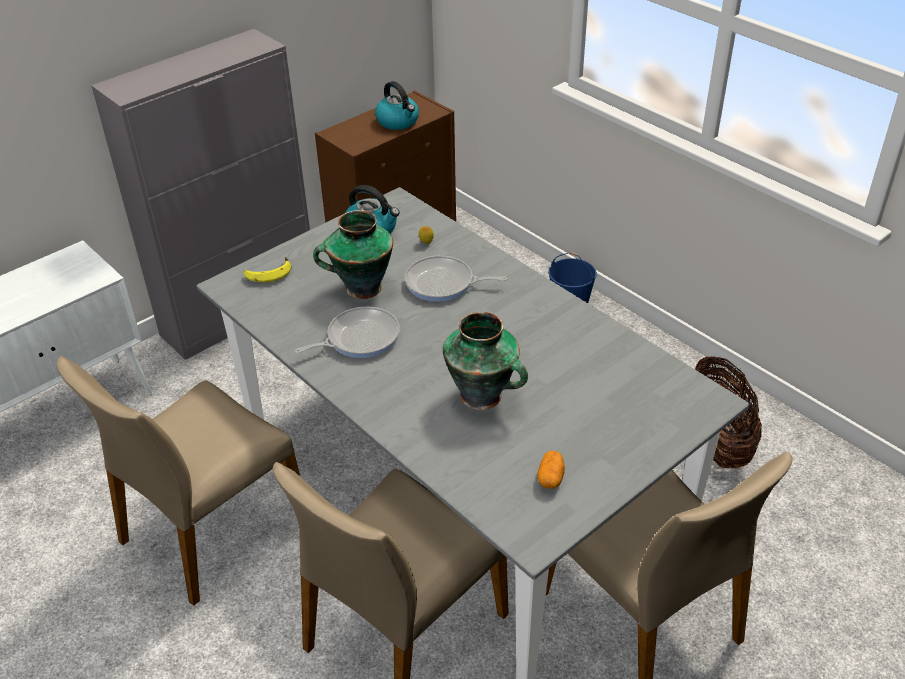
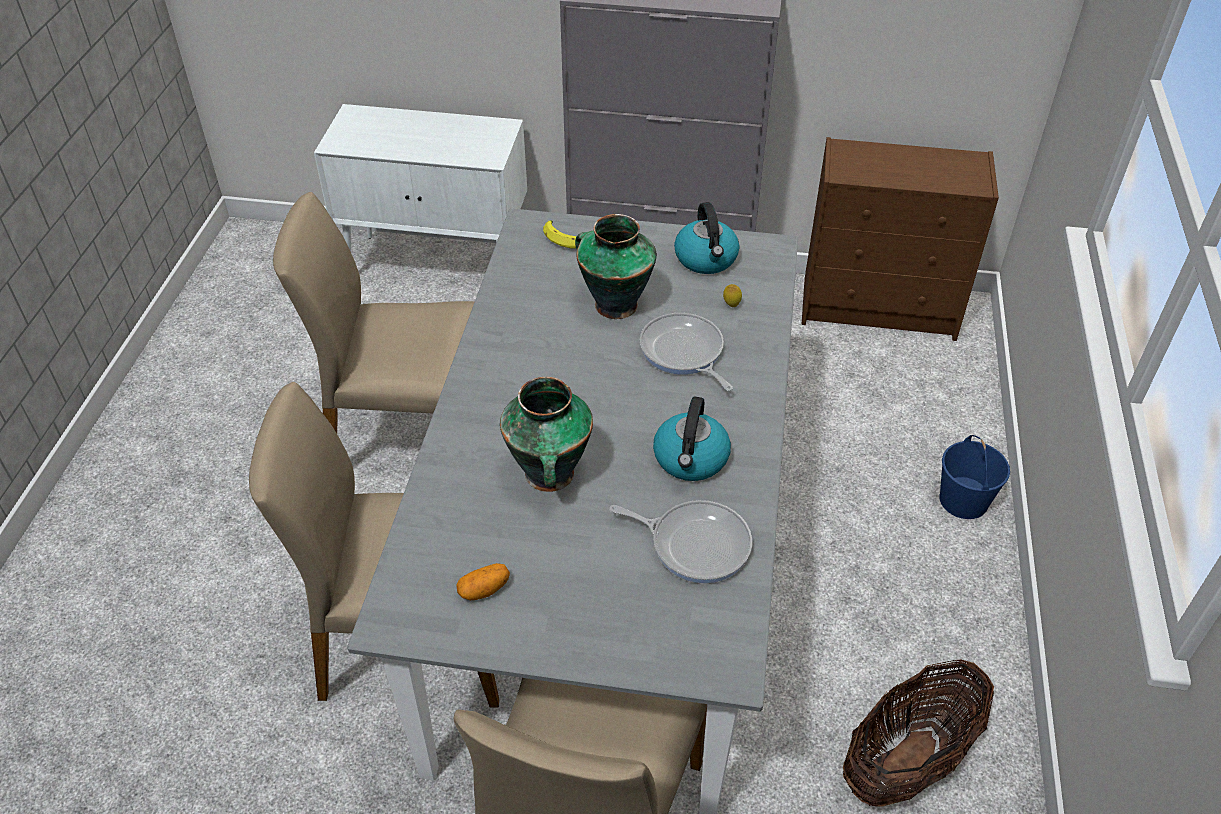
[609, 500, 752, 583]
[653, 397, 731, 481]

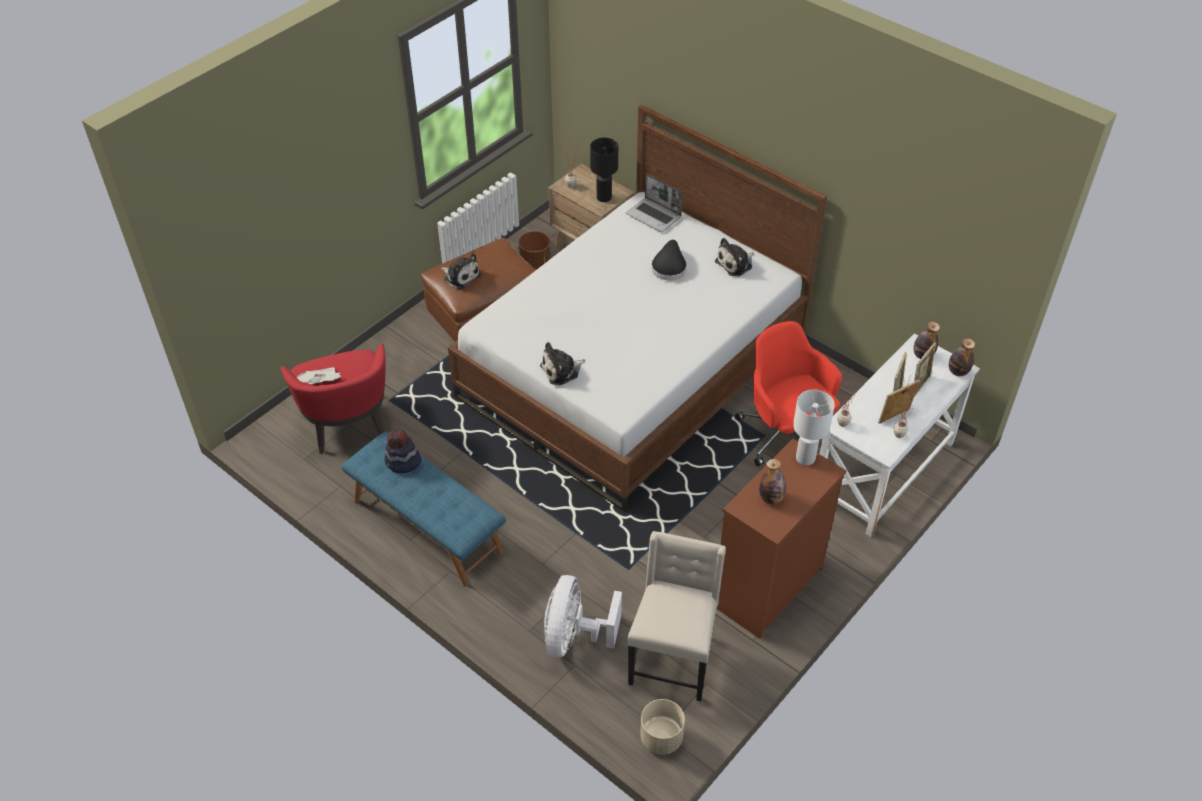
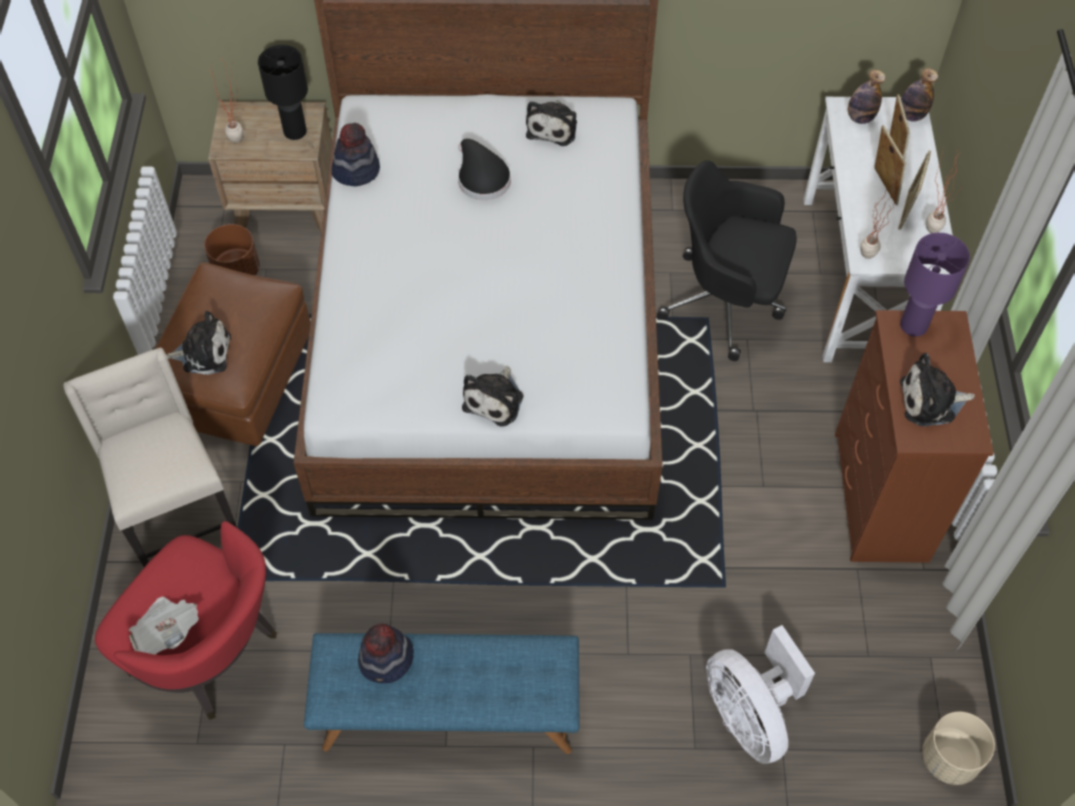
[626, 173, 683, 232] (first image)
[332, 123, 380, 186]
[64, 348, 237, 567]
[900, 353, 975, 426]
[657, 160, 797, 361]
[900, 233, 970, 337]

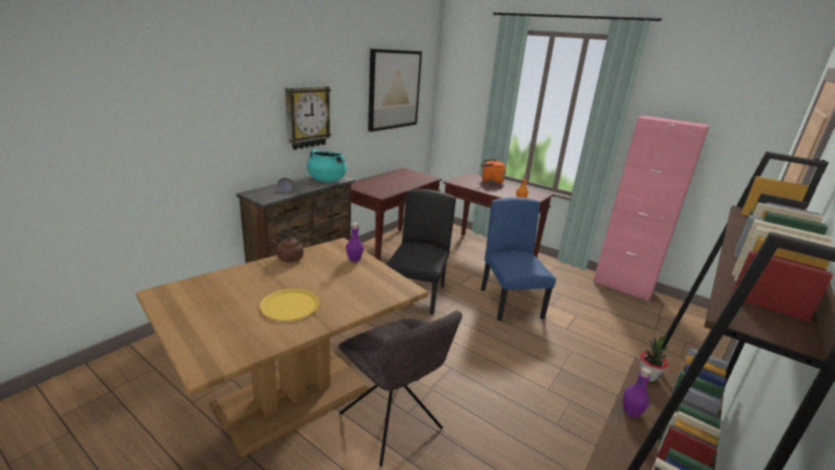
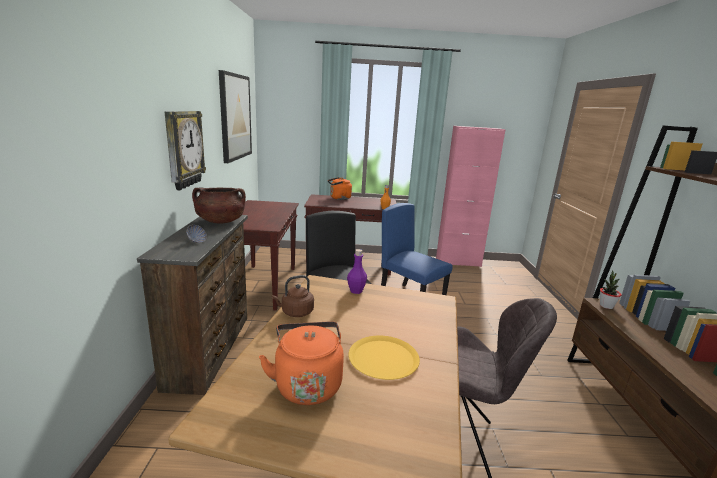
[623, 367, 651, 417] (first image)
[259, 321, 344, 405]
[192, 188, 246, 223]

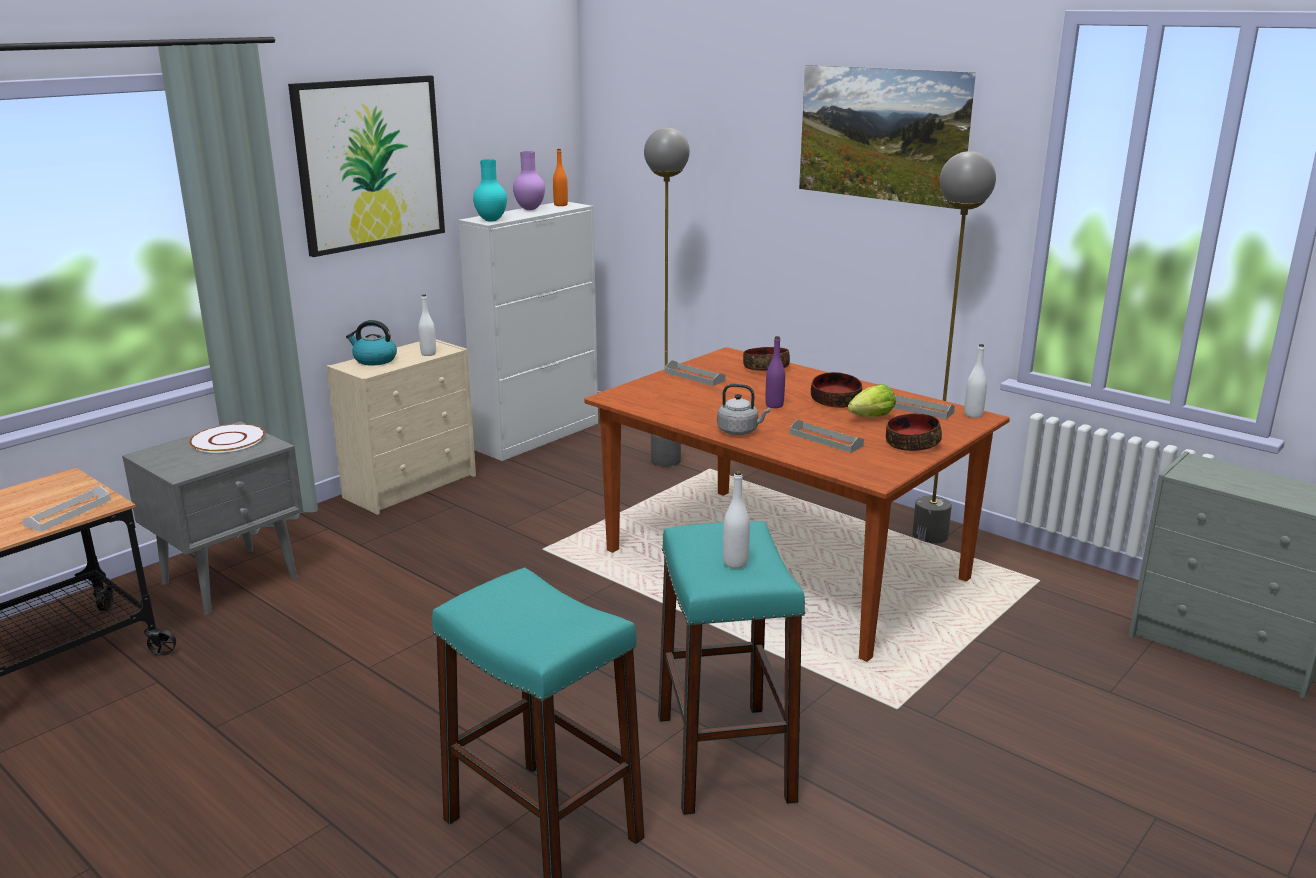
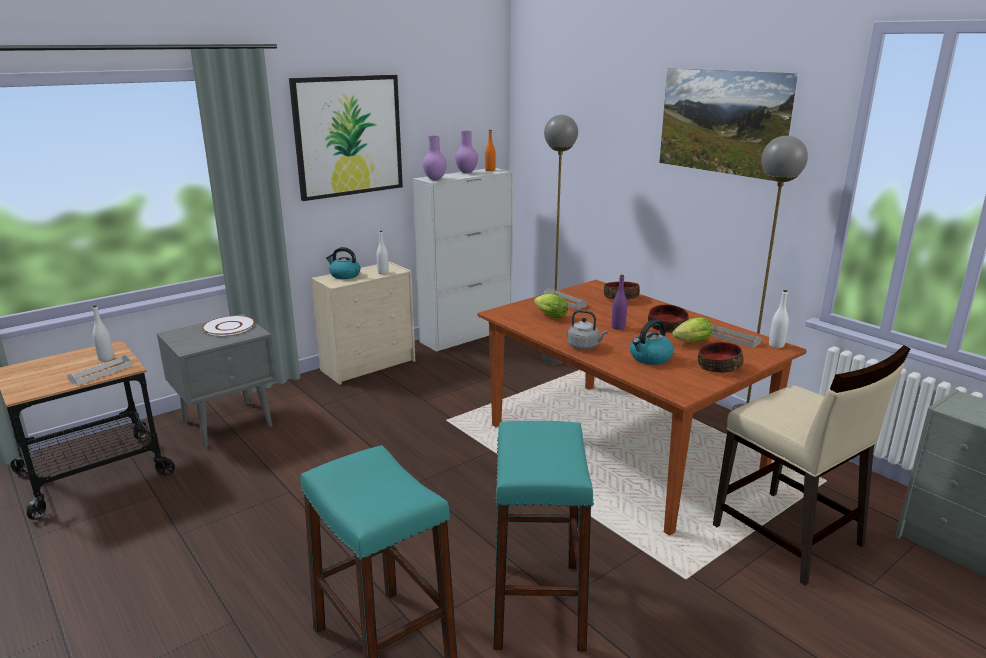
[534, 294, 568, 319]
[713, 345, 910, 586]
[92, 305, 114, 361]
[630, 319, 673, 365]
[423, 136, 447, 180]

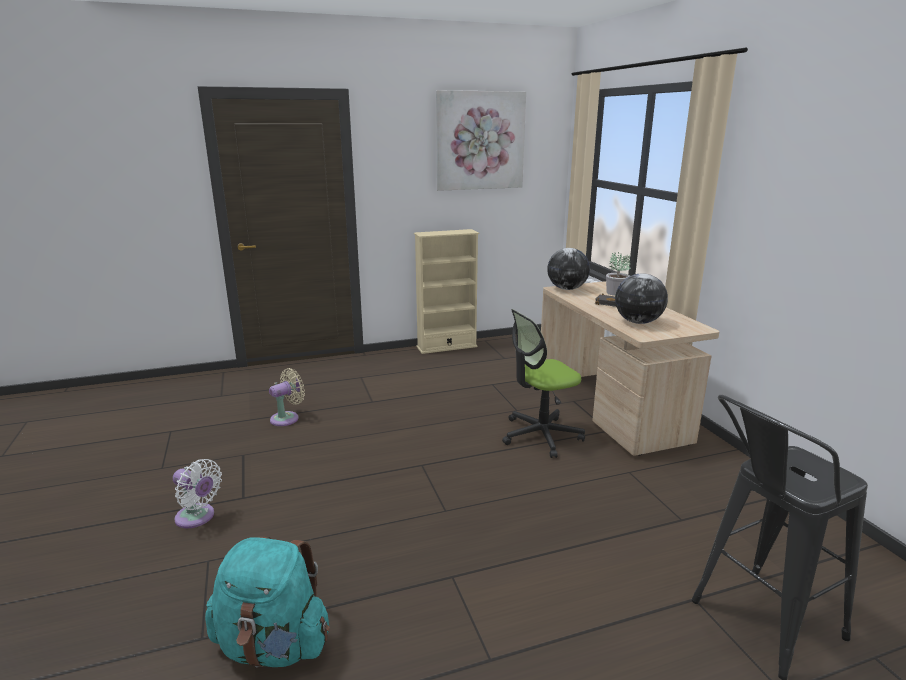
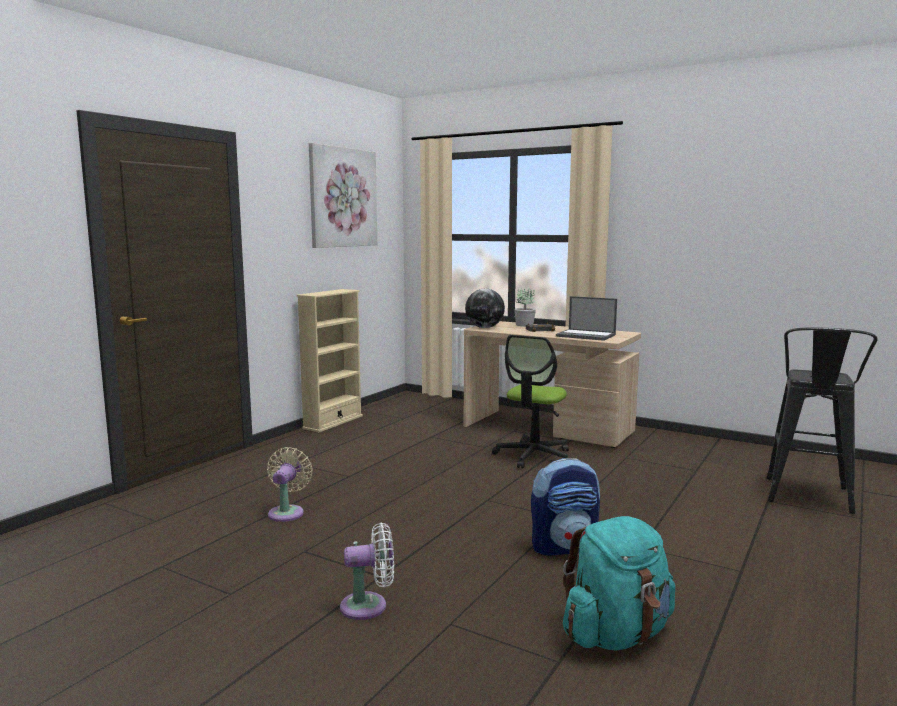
[531, 458, 600, 556]
[556, 296, 617, 341]

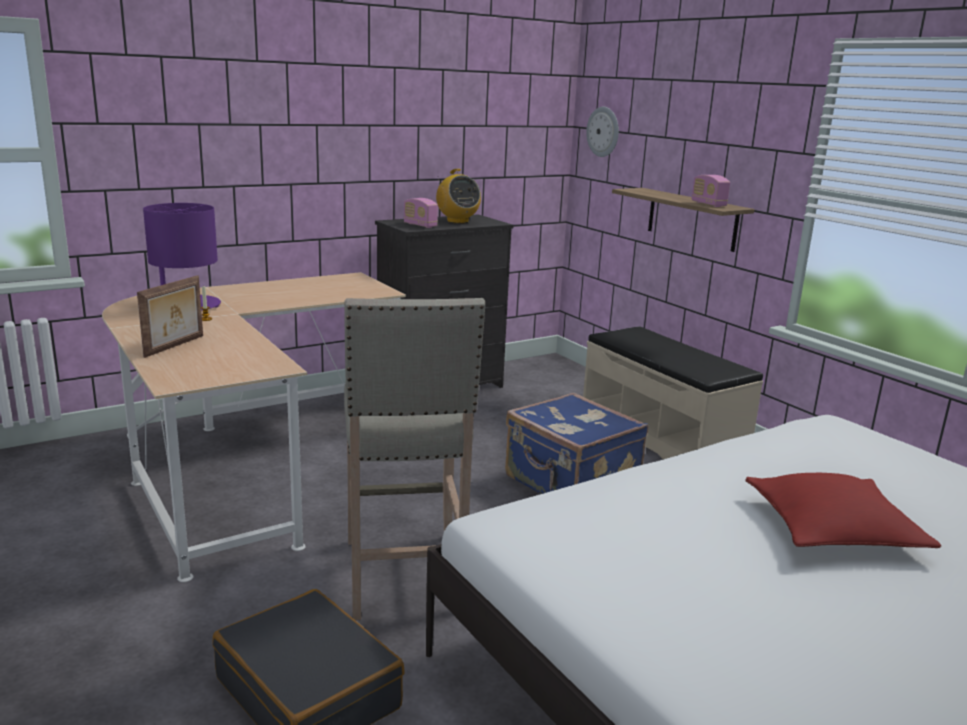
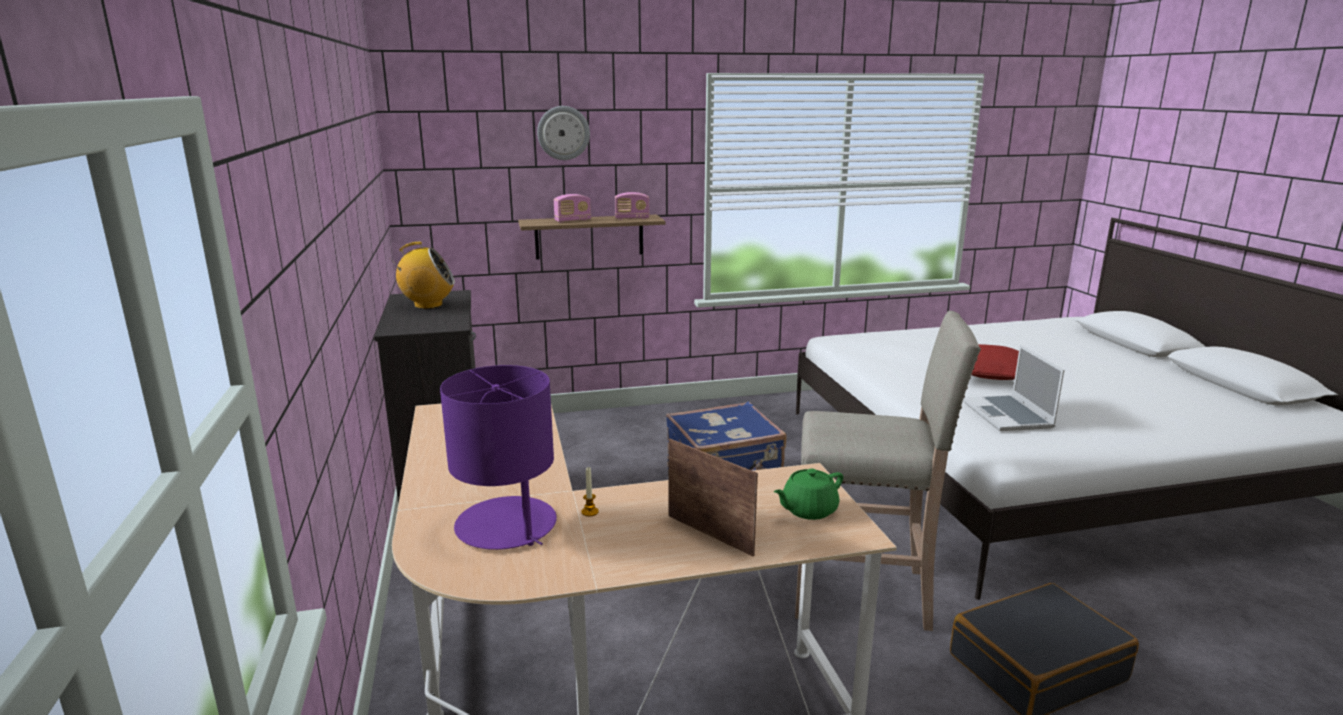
[583, 326, 763, 459] (first image)
[774, 469, 843, 520]
[963, 345, 1065, 431]
[554, 194, 591, 223]
[537, 106, 590, 160]

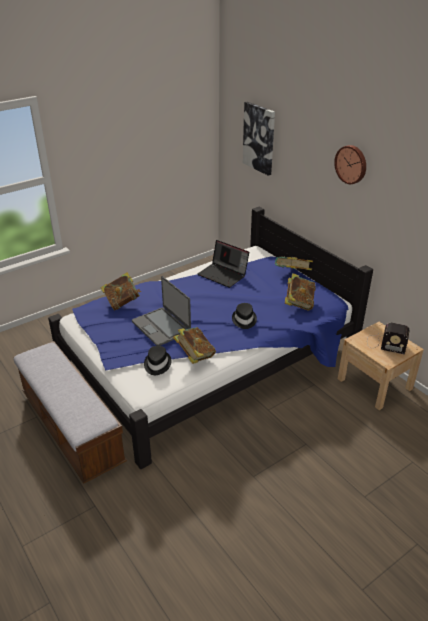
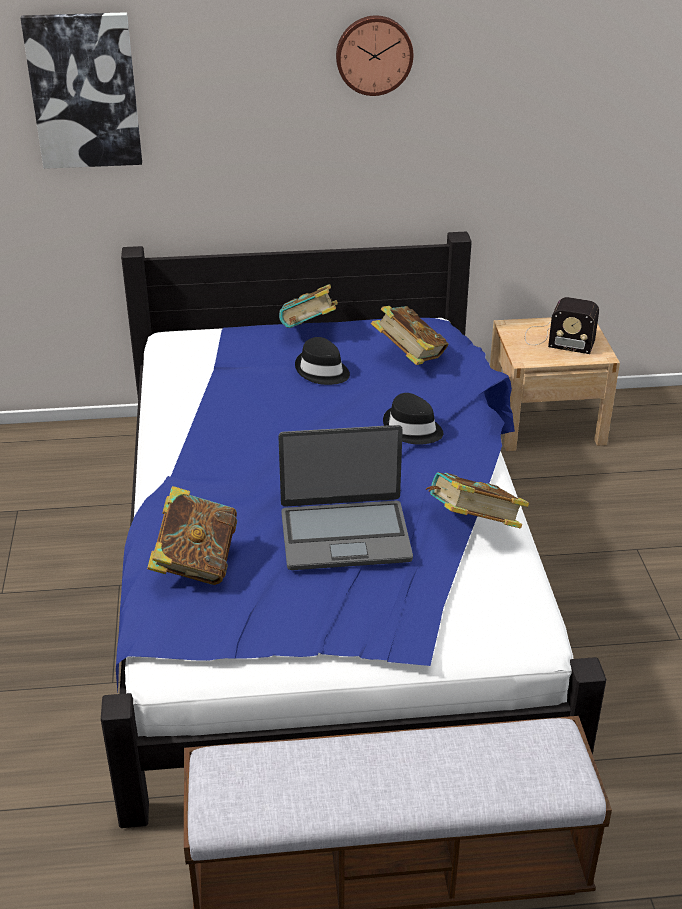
[198, 240, 249, 288] (first image)
[295, 337, 350, 385]
[525, 297, 599, 354]

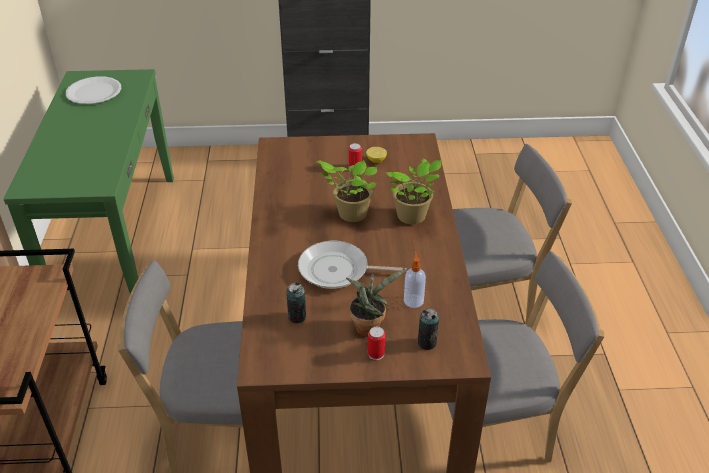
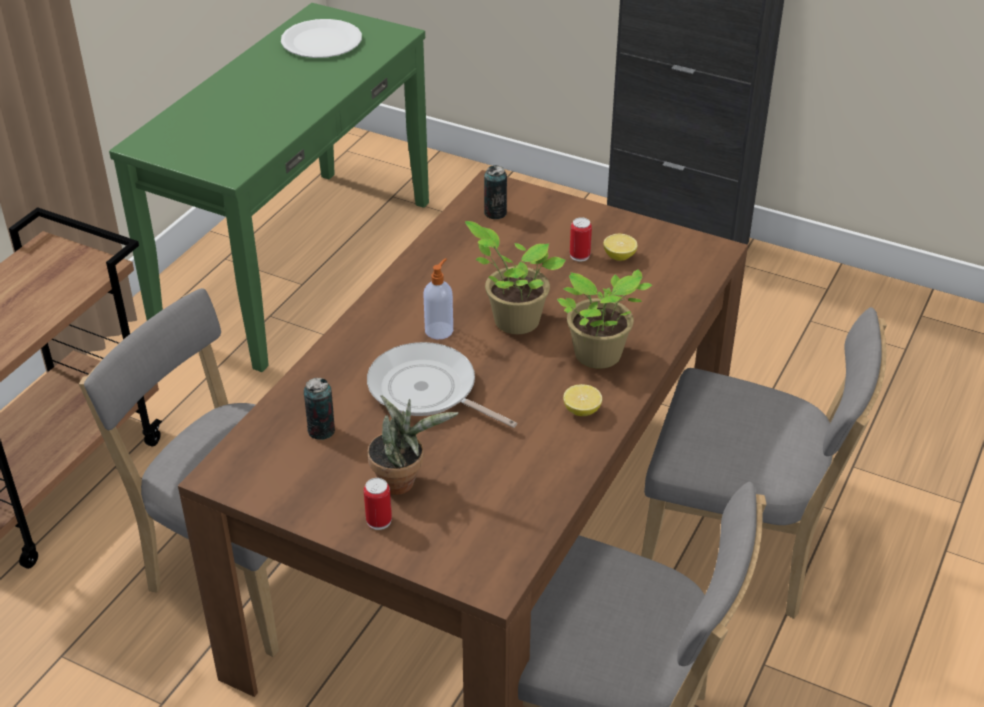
[563, 384, 602, 416]
[423, 258, 453, 340]
[484, 165, 507, 219]

